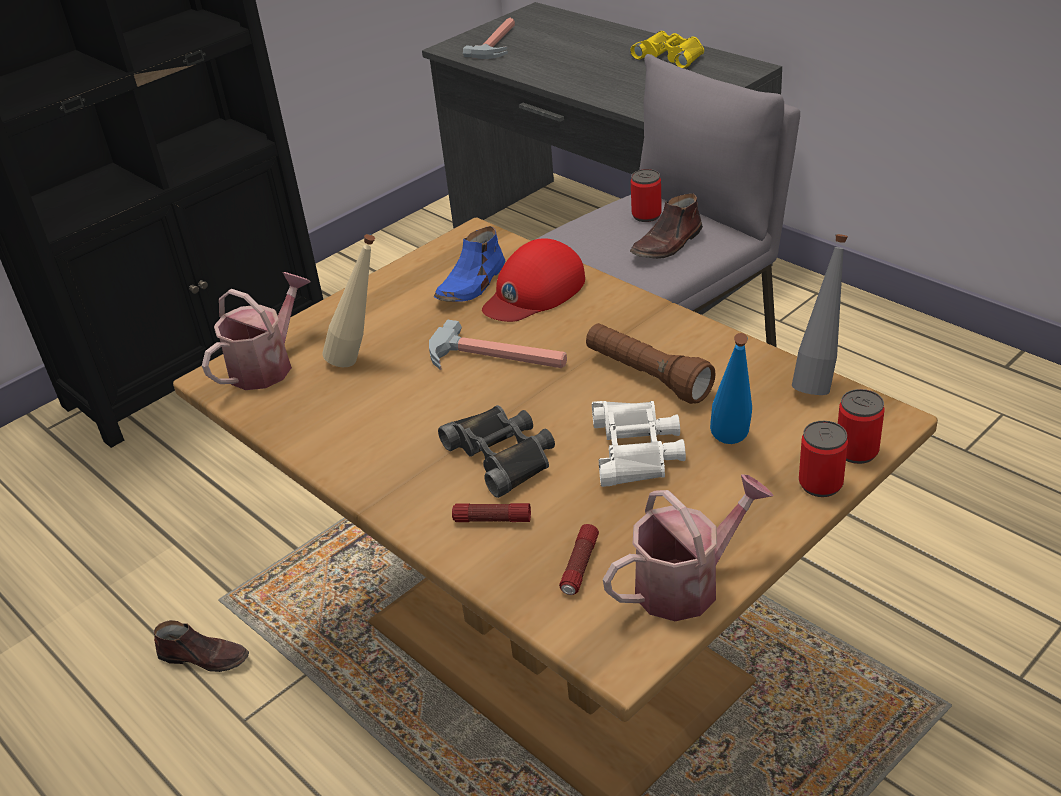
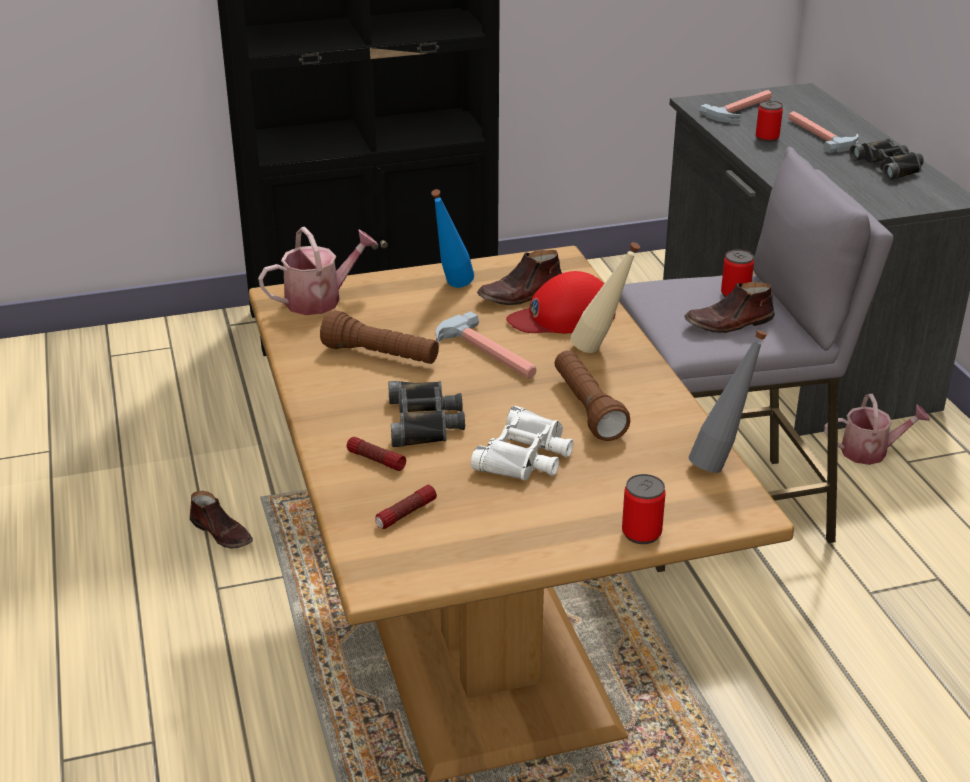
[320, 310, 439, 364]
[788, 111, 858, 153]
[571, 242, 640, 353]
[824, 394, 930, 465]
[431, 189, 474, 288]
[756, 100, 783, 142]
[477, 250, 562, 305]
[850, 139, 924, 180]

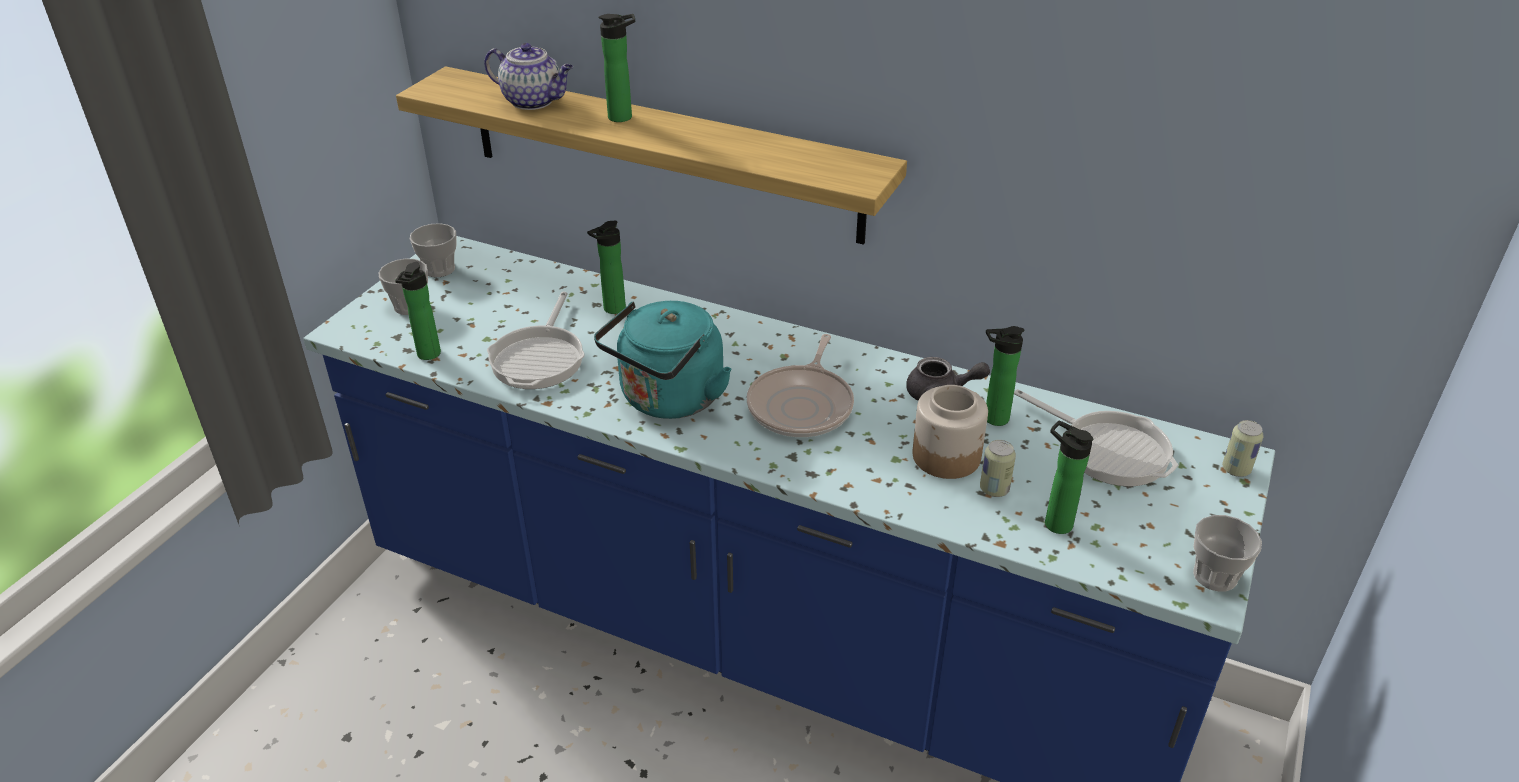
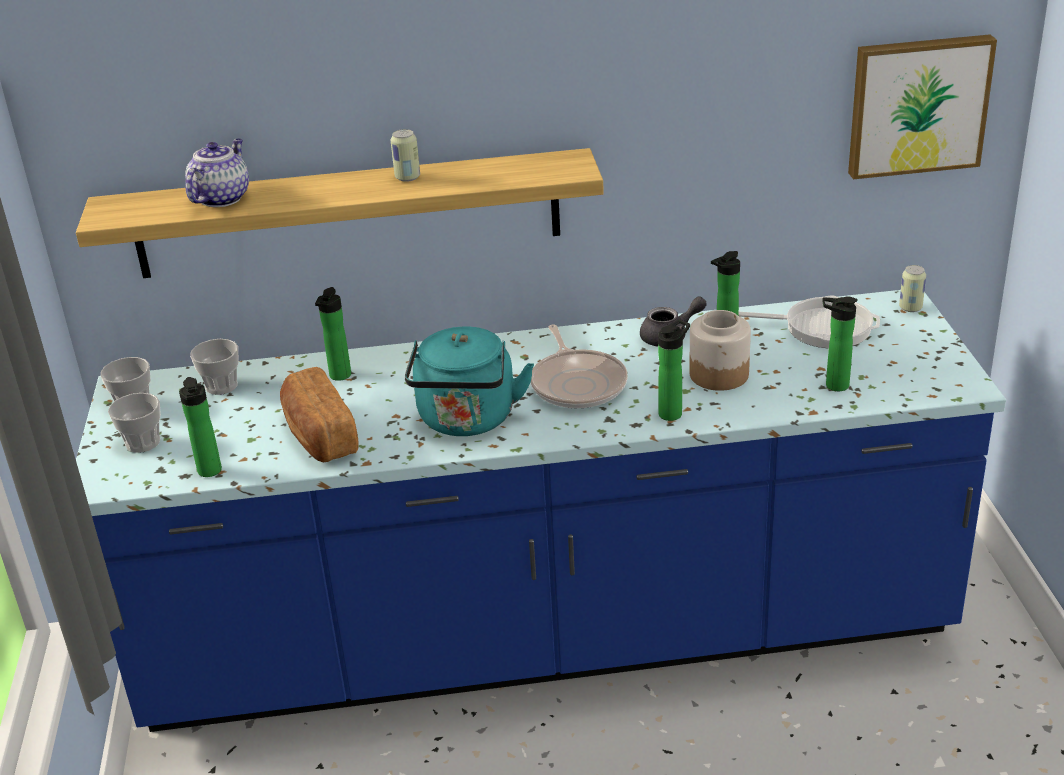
[848, 34, 997, 179]
[658, 319, 690, 421]
[391, 129, 420, 182]
[190, 339, 239, 395]
[280, 367, 359, 462]
[185, 138, 249, 207]

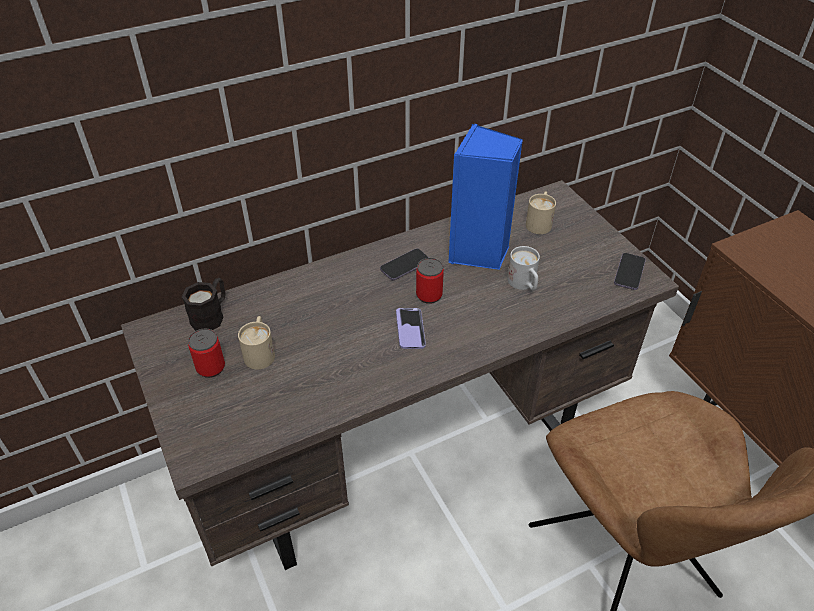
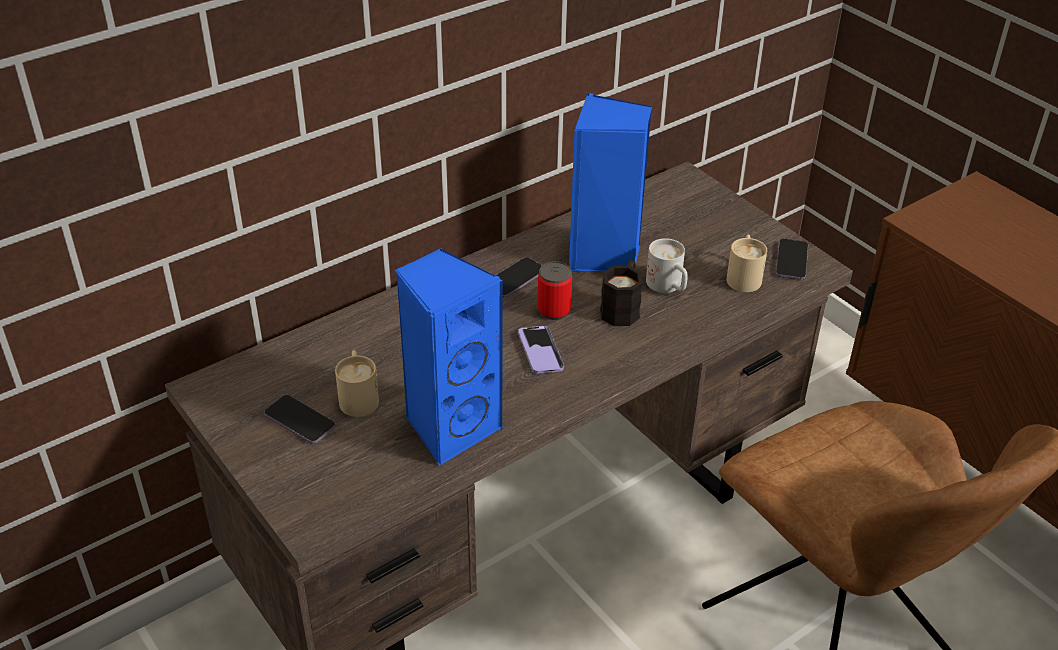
[395, 248, 504, 466]
[600, 260, 643, 326]
[726, 235, 767, 292]
[264, 395, 336, 444]

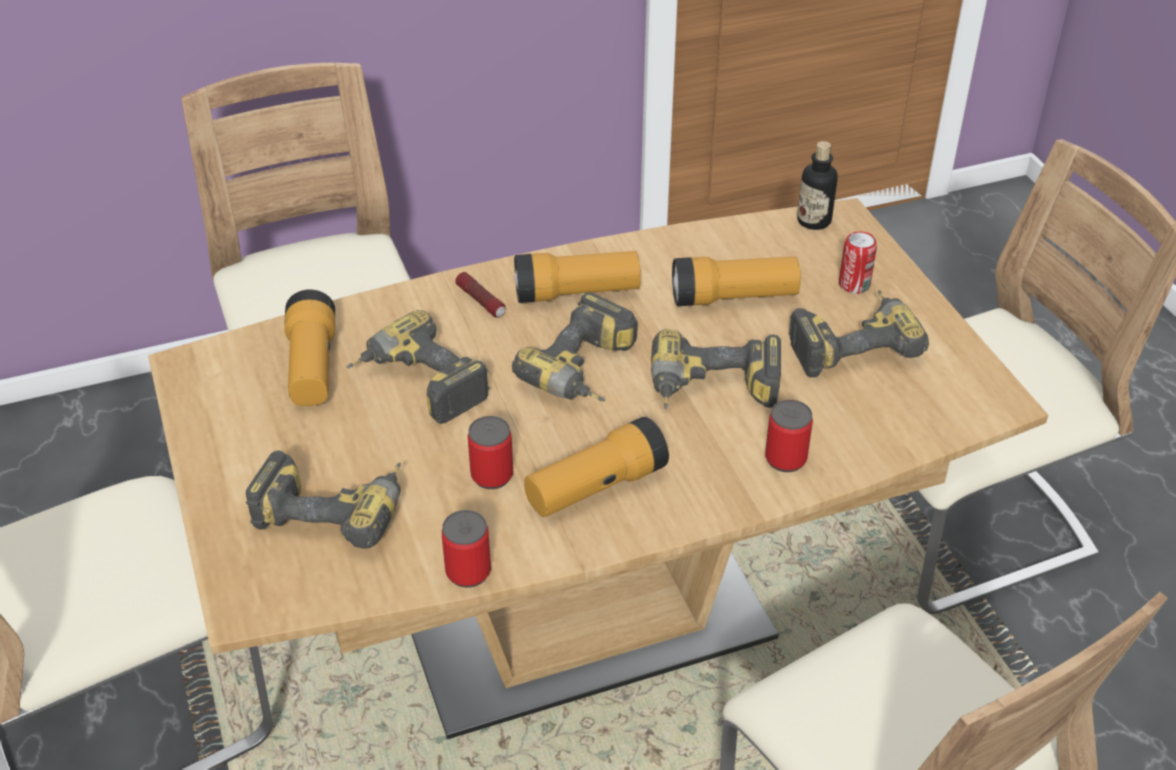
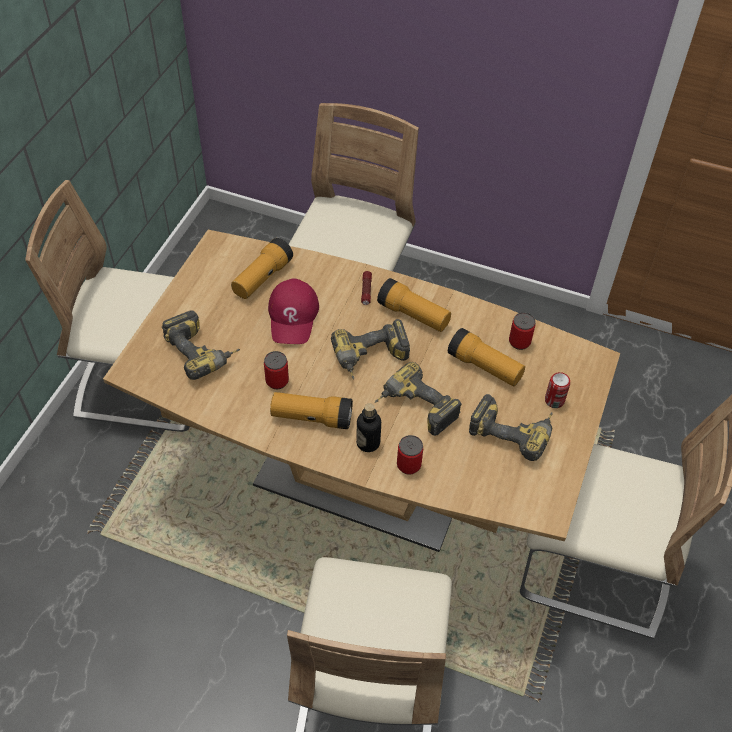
[509, 312, 535, 350]
[356, 403, 381, 452]
[268, 279, 319, 344]

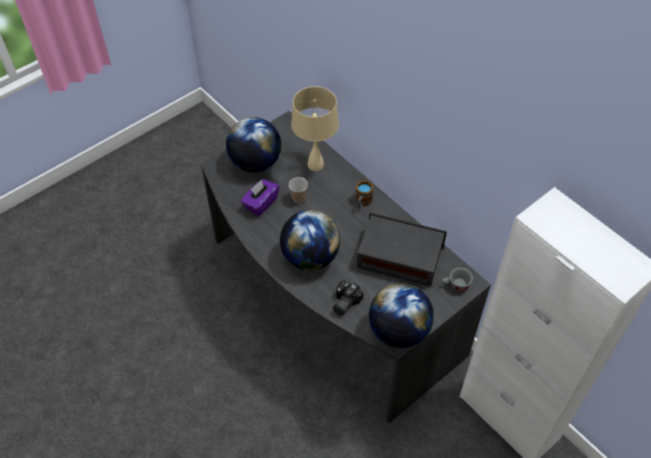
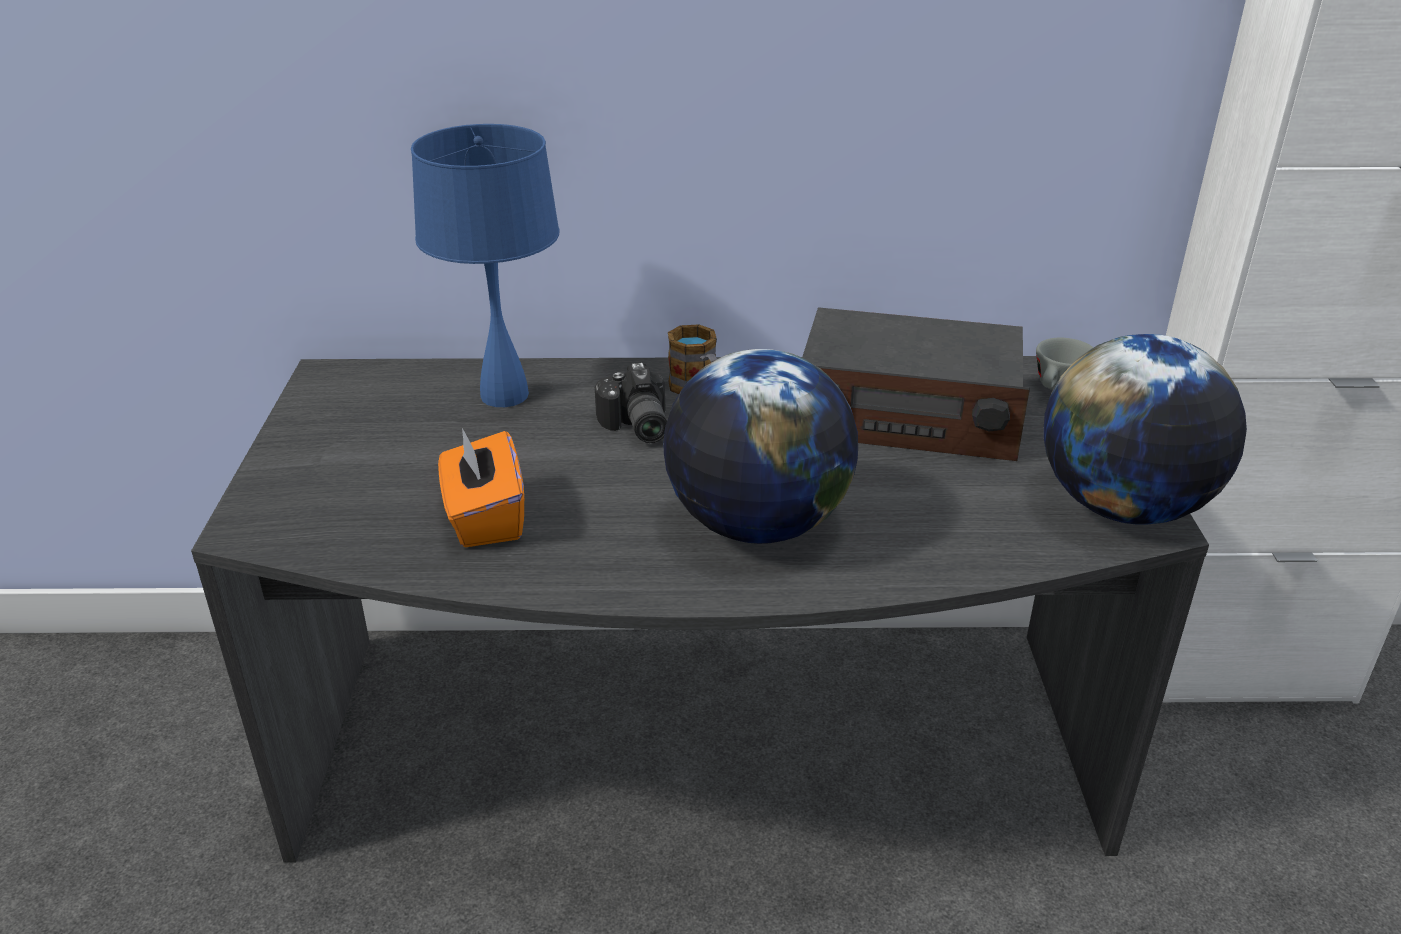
[226, 117, 281, 172] (first image)
[289, 177, 308, 204] (first image)
[595, 362, 667, 443]
[438, 428, 524, 547]
[411, 124, 560, 407]
[802, 307, 1030, 461]

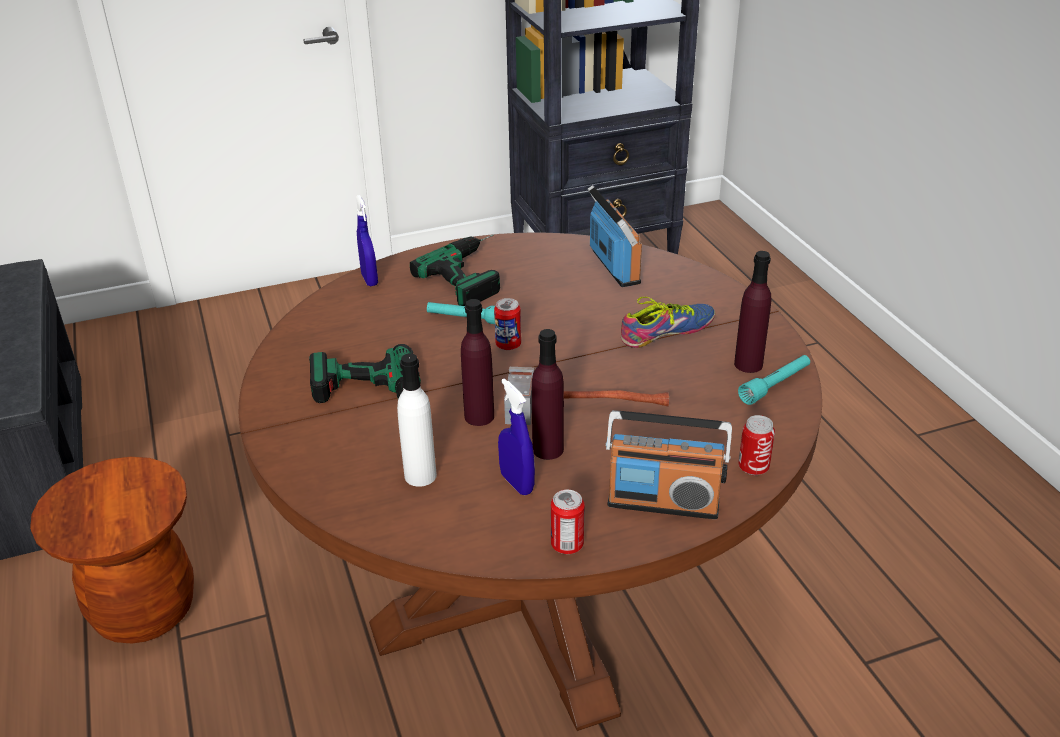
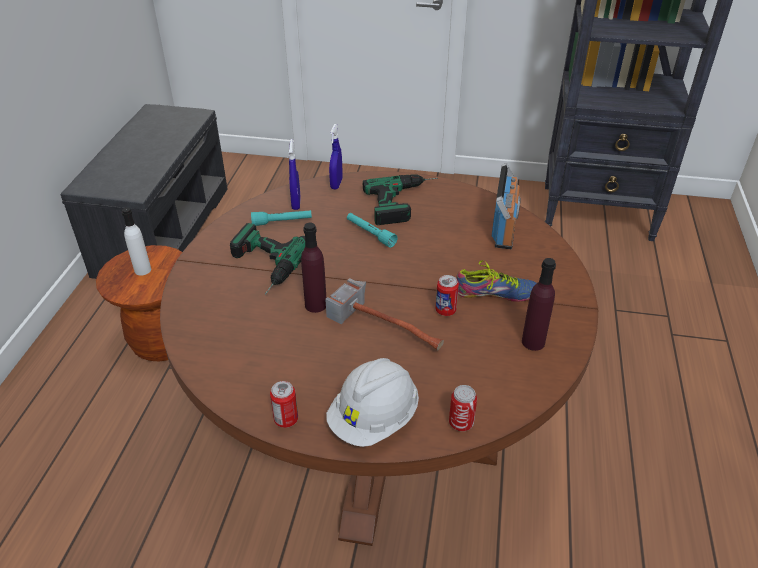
[532, 329, 564, 460] (first image)
[122, 207, 151, 276]
[435, 275, 459, 316]
[289, 139, 301, 210]
[251, 210, 312, 226]
[326, 358, 419, 447]

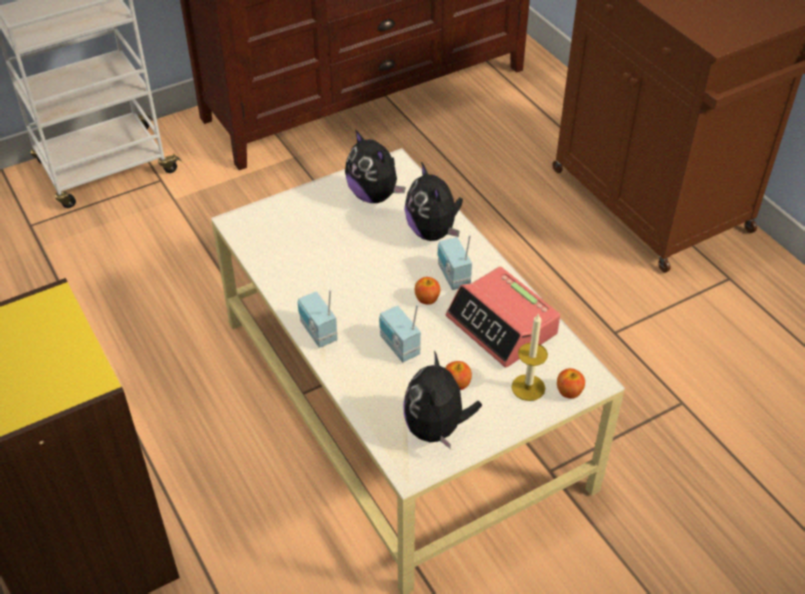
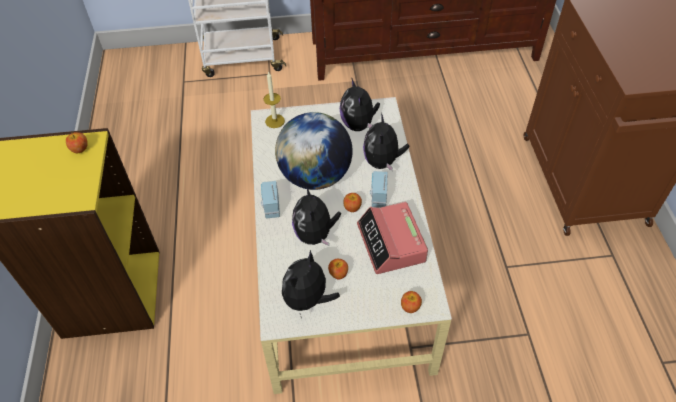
[66, 132, 88, 153]
[275, 112, 353, 190]
[263, 71, 285, 128]
[292, 186, 341, 246]

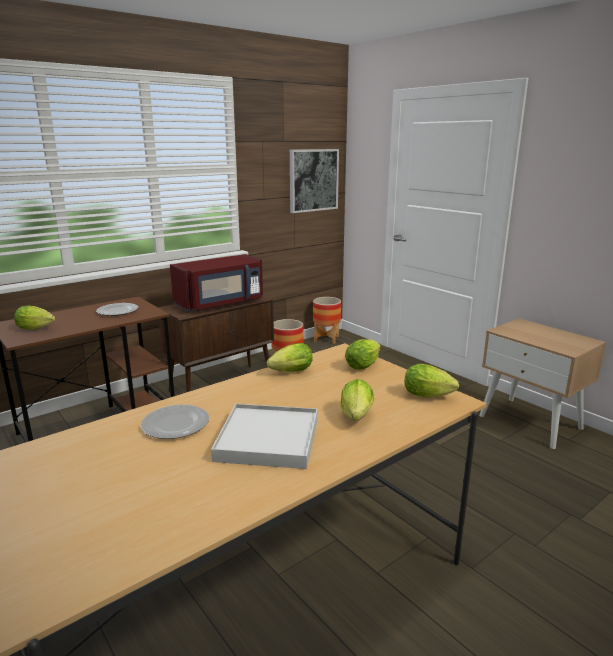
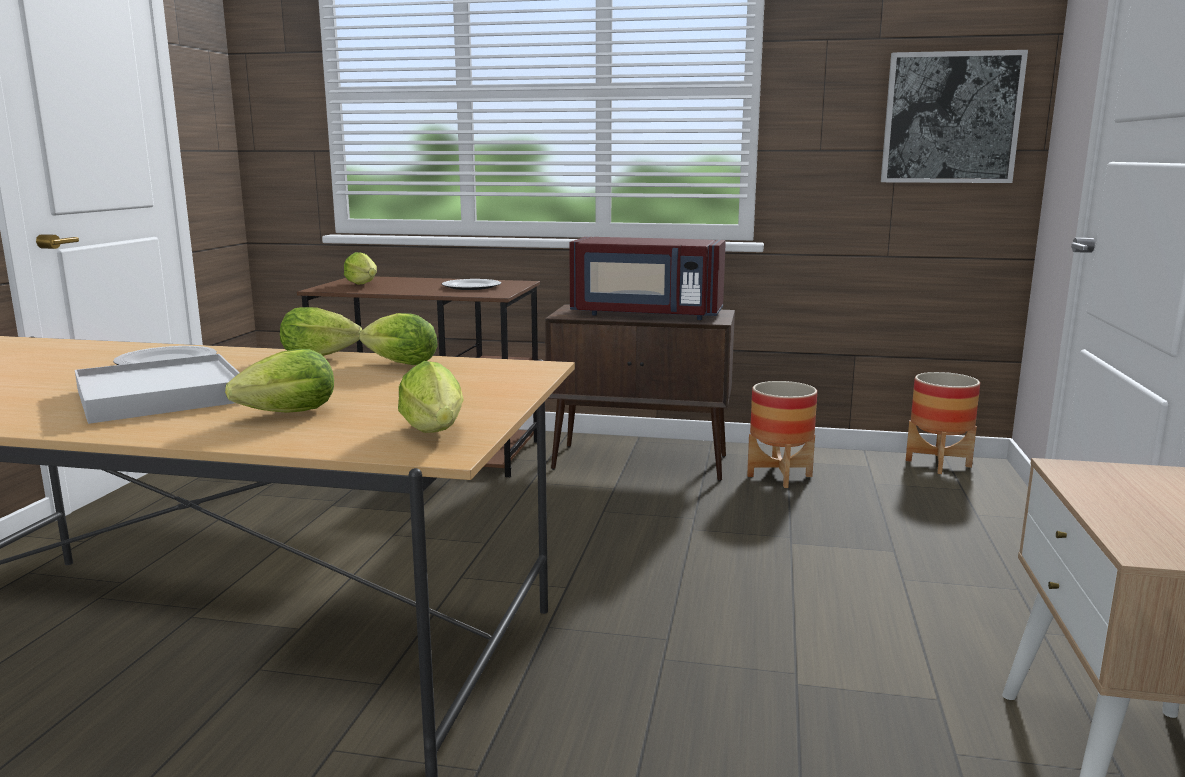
[280, 307, 362, 356]

